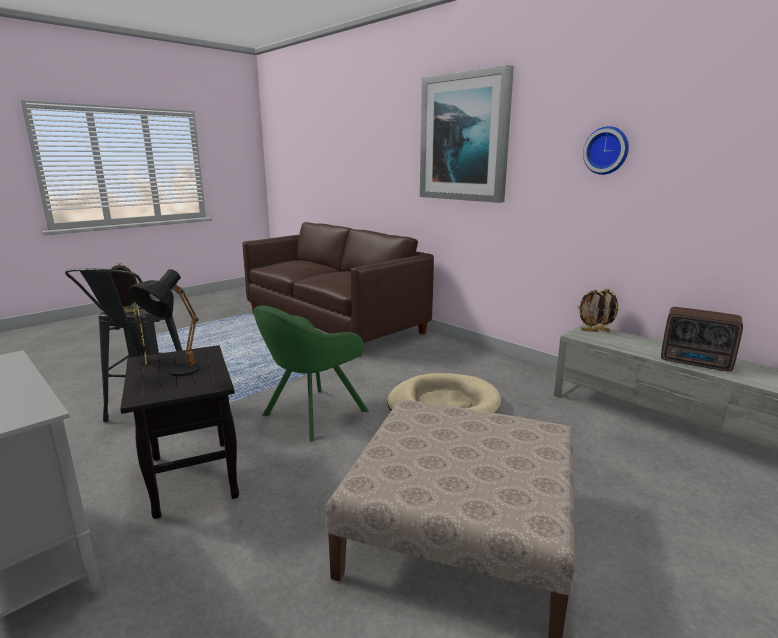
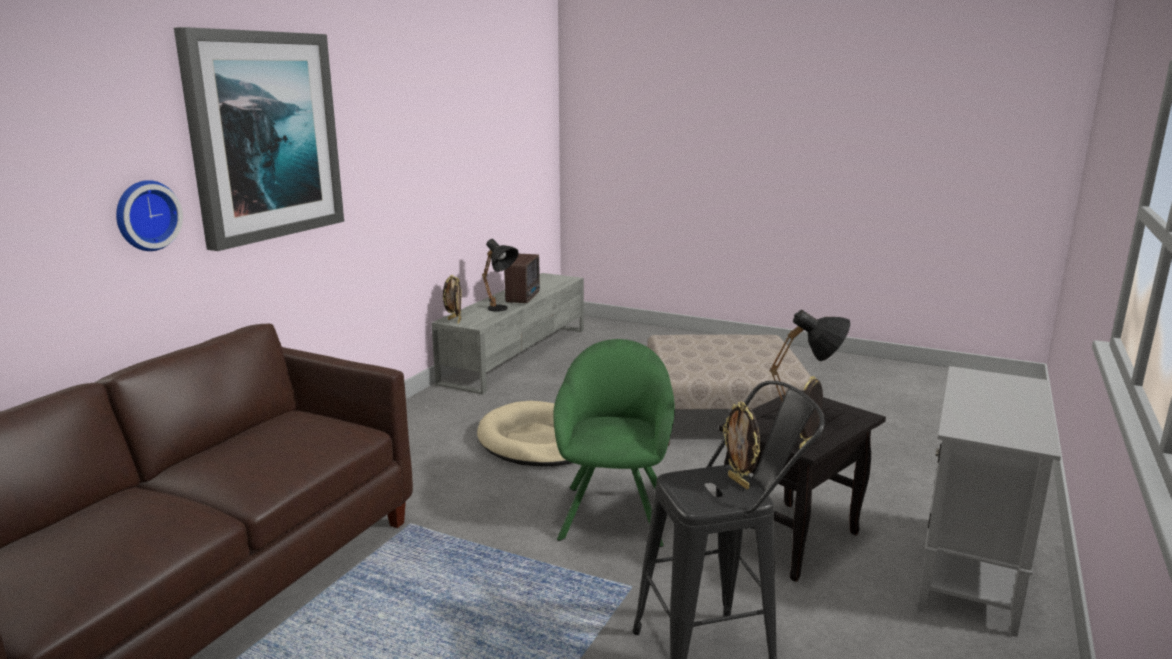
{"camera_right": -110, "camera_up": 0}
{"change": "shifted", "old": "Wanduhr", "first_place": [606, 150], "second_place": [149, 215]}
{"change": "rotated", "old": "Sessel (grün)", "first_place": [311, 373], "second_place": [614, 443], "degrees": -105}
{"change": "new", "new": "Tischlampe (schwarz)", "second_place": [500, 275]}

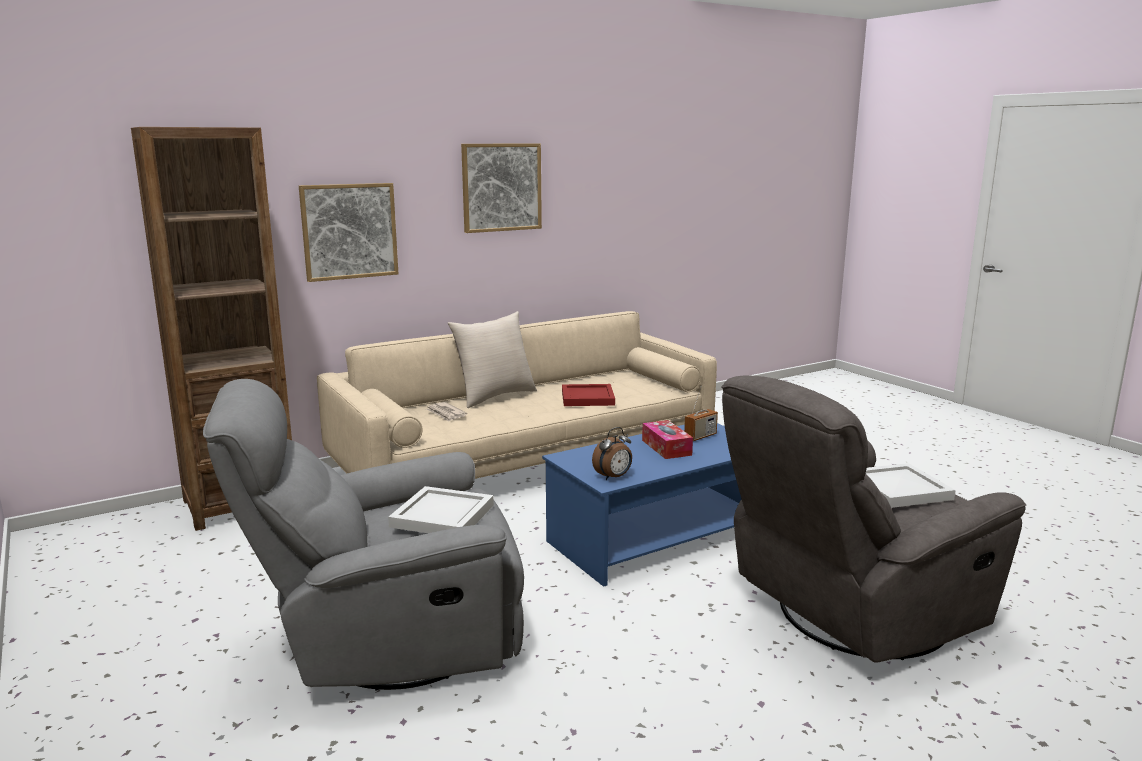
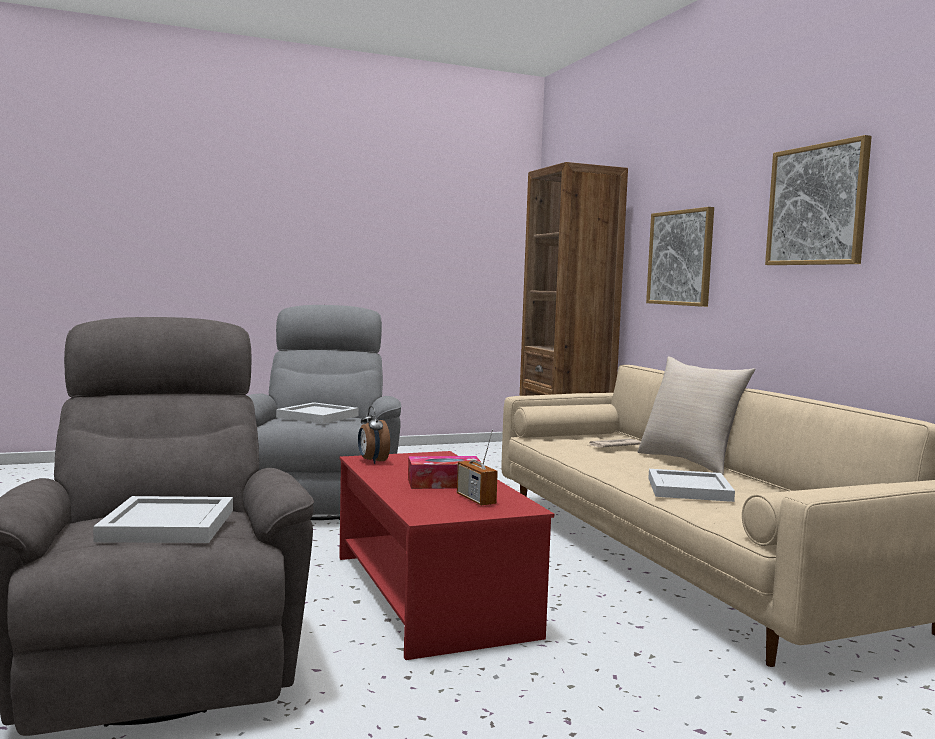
{"camera_right": 100, "camera_up": -10}
{"change": "repainted", "old": "Tablett (rot)", "new": "Tablett (weiß)", "first_place": [588, 395], "second_place": [691, 485]}
{"change": "repainted", "old": "Couchtisch (blau)", "new": "Couchtisch (rot)", "first_place": [641, 505], "second_place": [446, 555]}

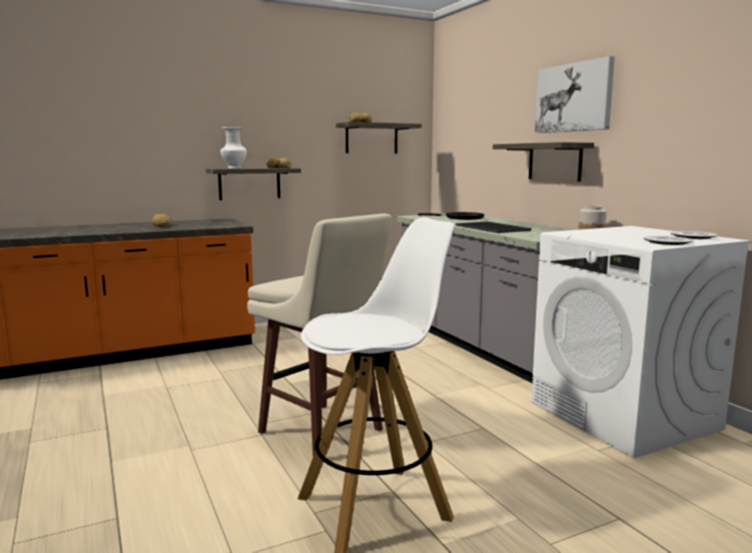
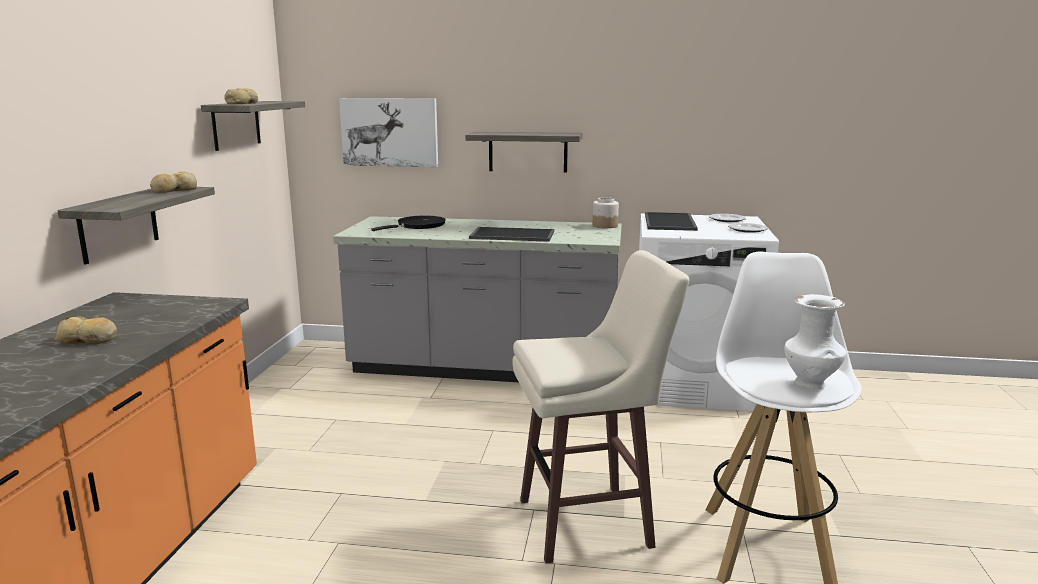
{"camera_right": -55, "camera_up": 5}
{"change": "shifted", "old": "Bild", "first_place": [575, 94], "second_place": [388, 132]}
{"change": "shifted", "old": "Vase (weiß)", "first_place": [233, 147], "second_place": [815, 341]}
{"change": "new", "new": "Tablett", "second_place": [671, 221]}

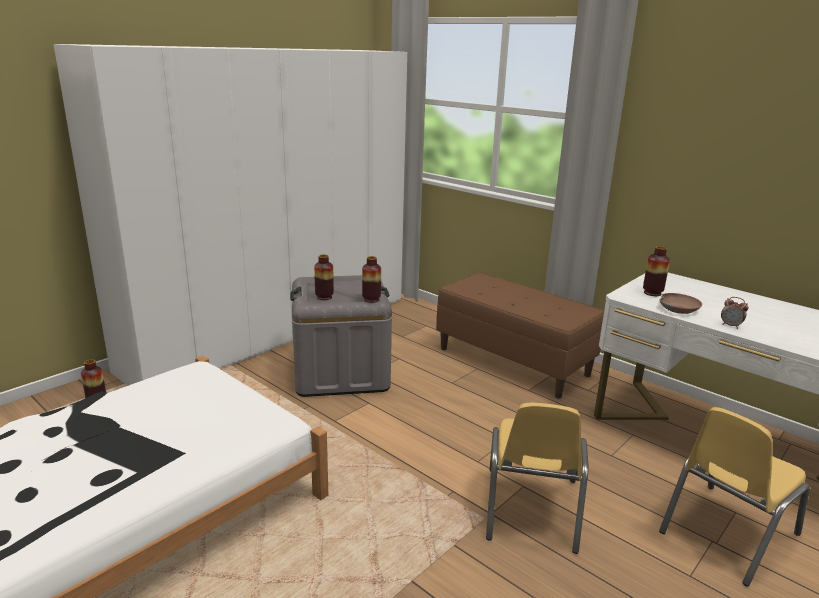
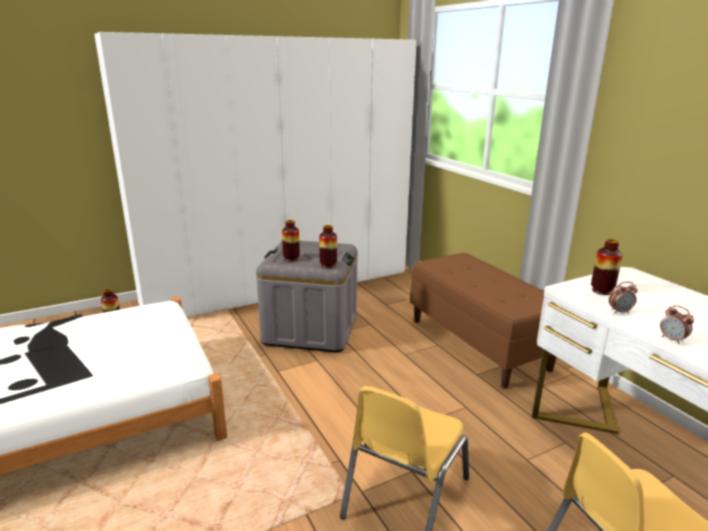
{"camera_right": 20, "camera_up": 0}
{"change": "swapped", "old": "Schüssel (braun)", "new": "Wecker", "first_place": [680, 303], "second_place": [623, 298]}

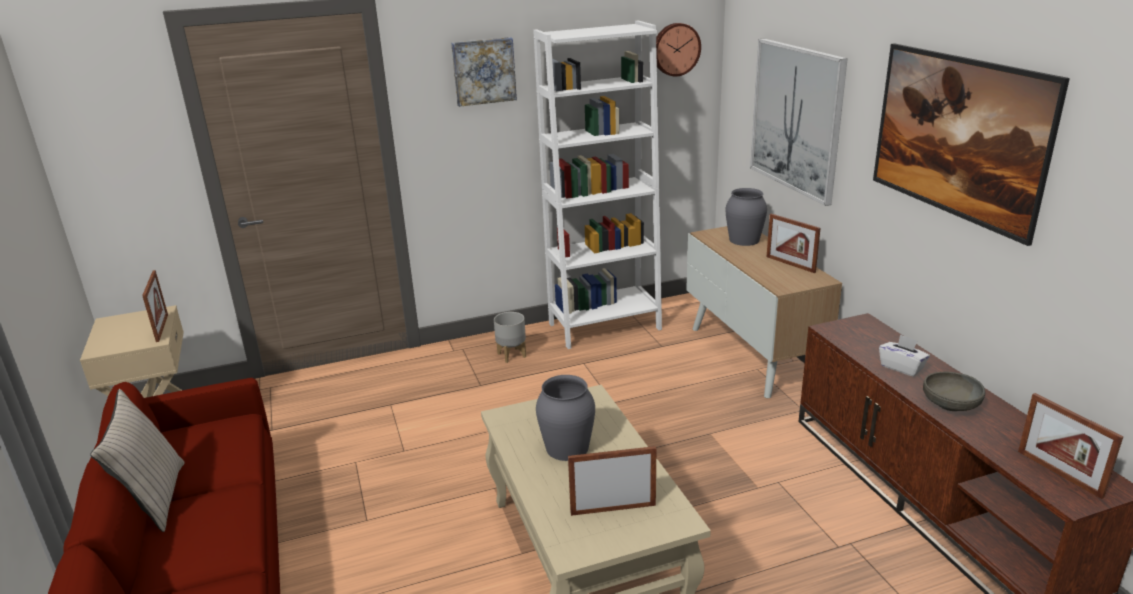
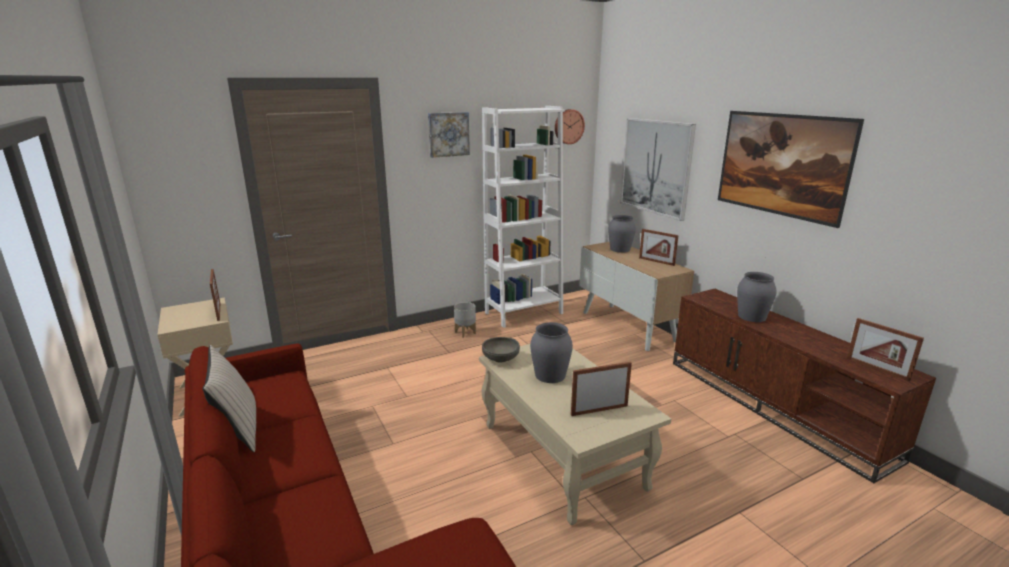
{"camera_right": -10, "camera_up": -5}
{"change": "swapped", "old": "Taschentuchbox (weiß)", "new": "Vase (grau)", "first_place": [904, 355], "second_place": [757, 297]}
{"change": "shifted", "old": "Schüssel (grau)", "first_place": [954, 391], "second_place": [501, 350]}

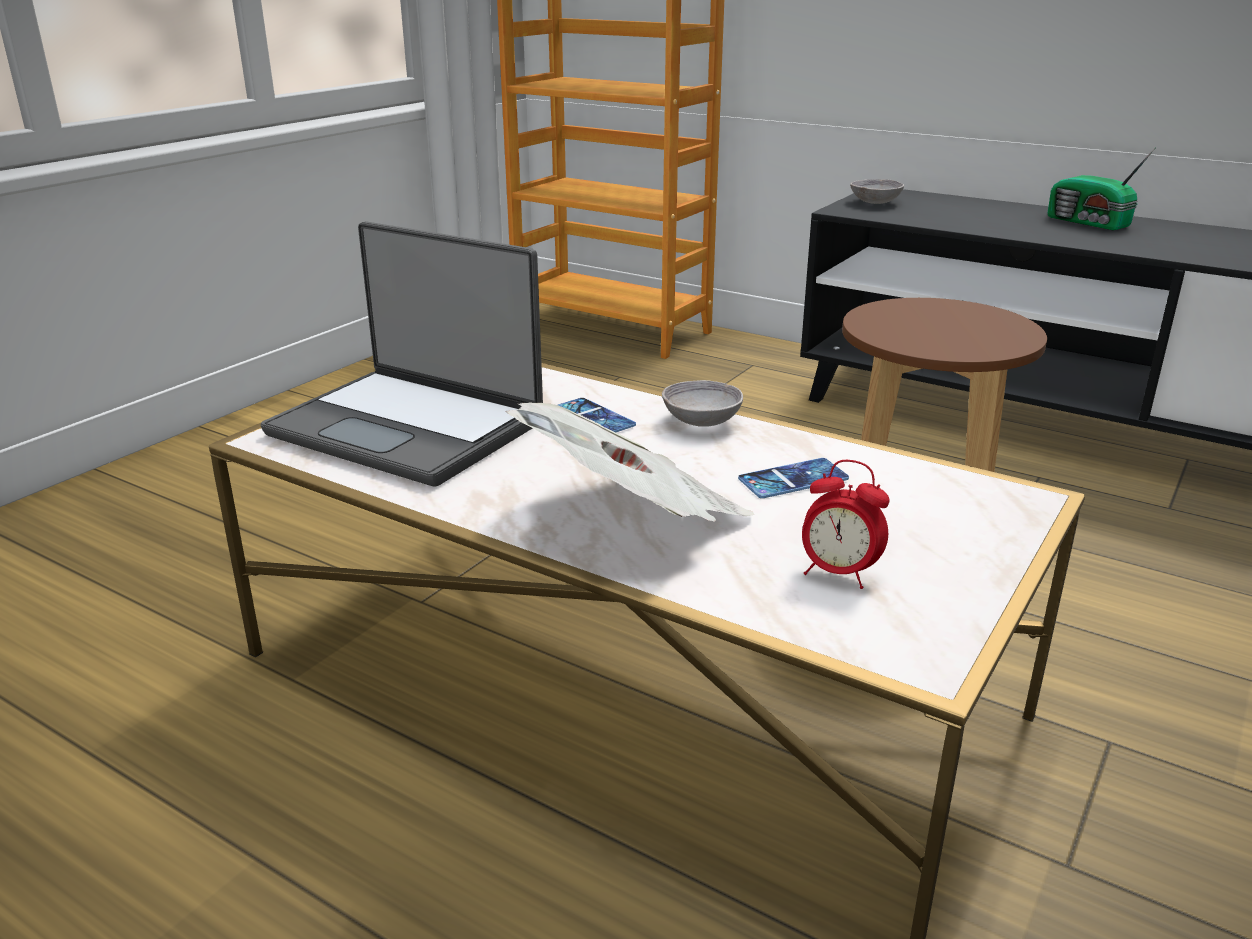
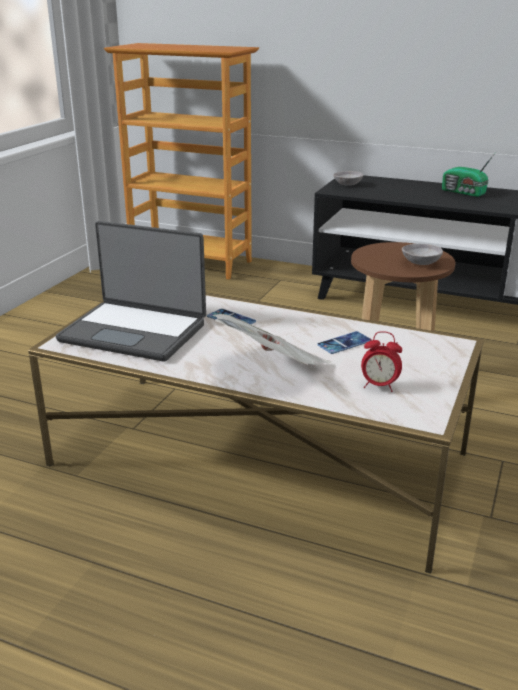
{"camera_right": -10, "camera_up": 0}
{"change": "shifted", "old": "Schüssel (grau)", "first_place": [702, 403], "second_place": [422, 254]}

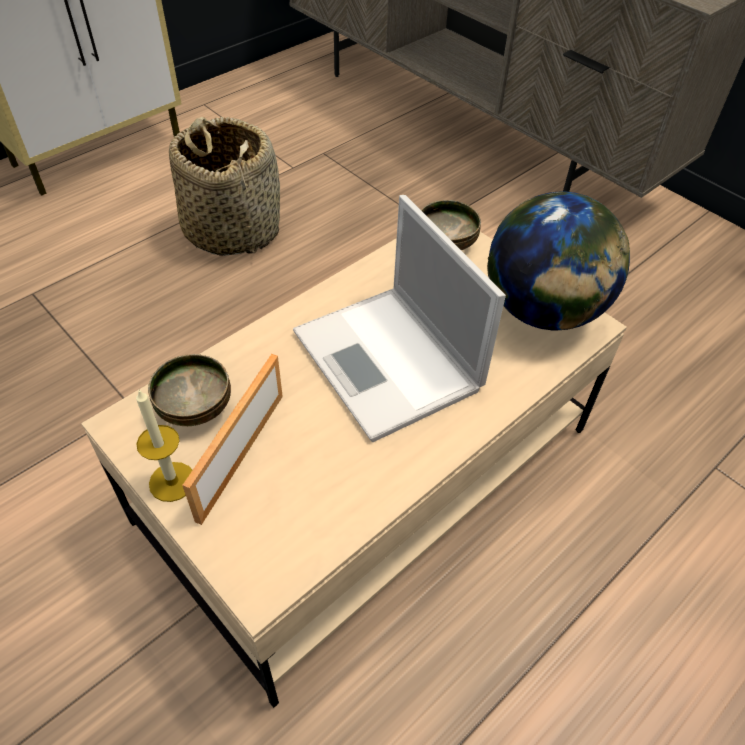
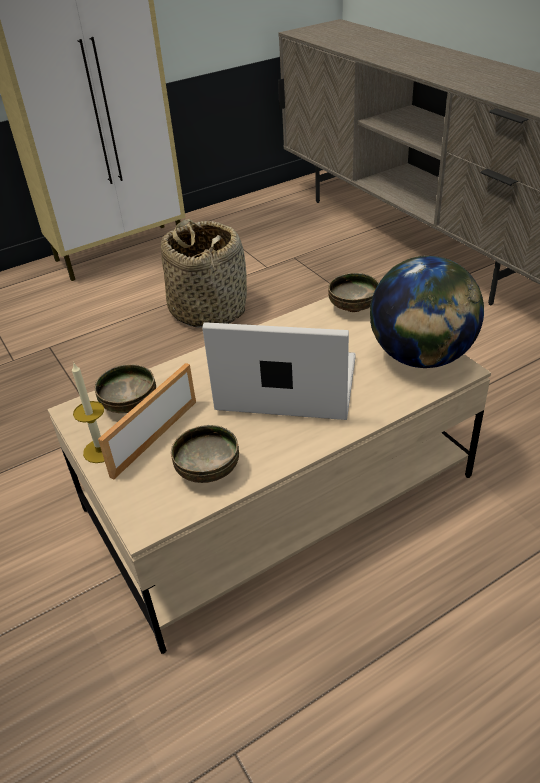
{"camera_right": 15, "camera_up": -10}
{"change": "rotated", "old": "Laptop", "first_place": [399, 318], "second_place": [279, 371], "degrees": 120}
{"change": "new", "new": "Schüssel", "second_place": [205, 454]}

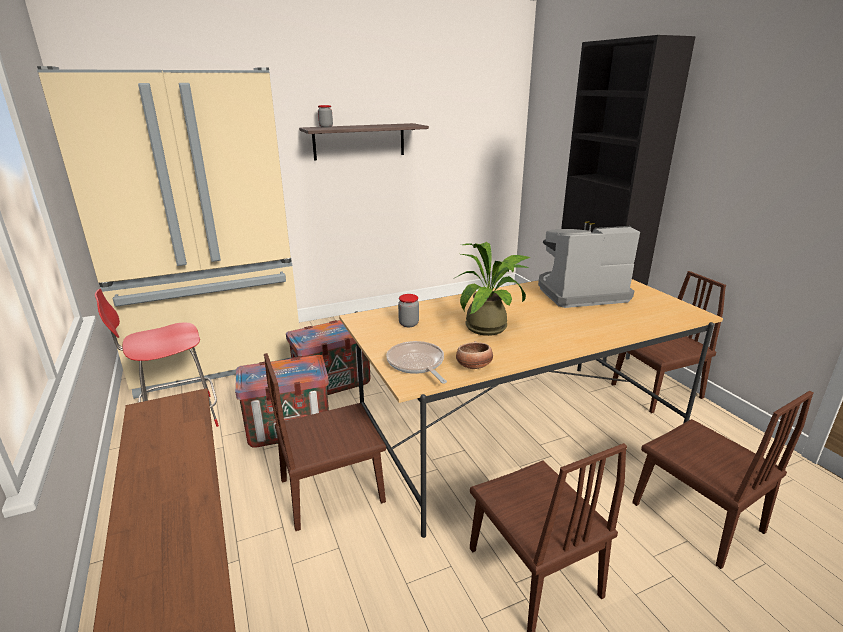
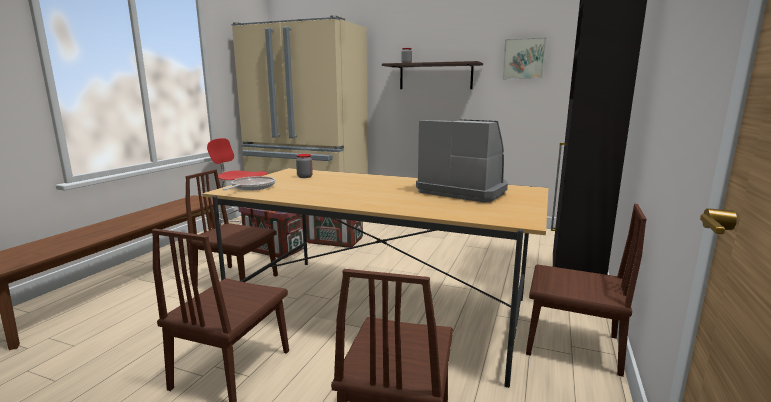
{"camera_right": 45, "camera_up": -10}
{"change": "gone", "old": "Topfpflanze", "first_place": [493, 289]}
{"change": "gone", "old": "Schüssel", "first_place": [474, 355]}
{"change": "new", "new": "Bild", "second_place": [524, 58]}

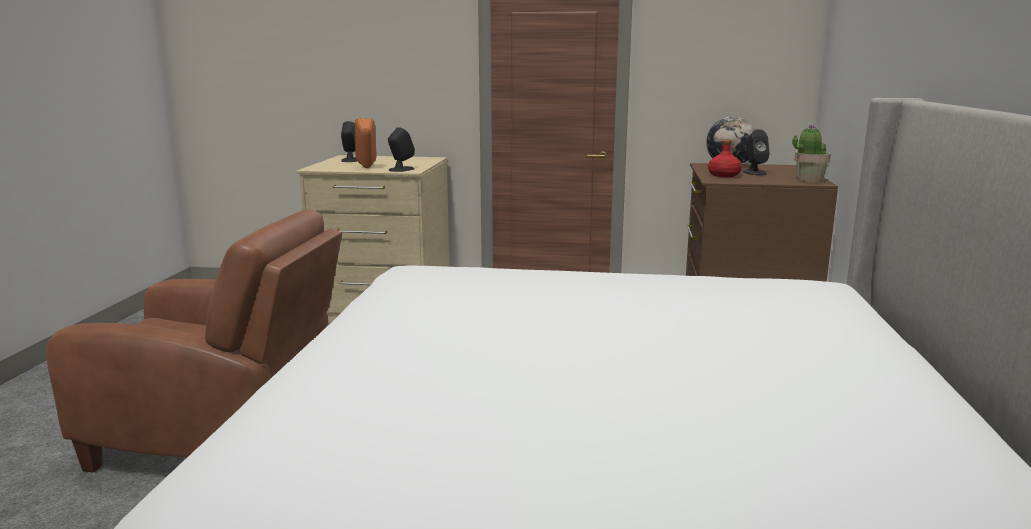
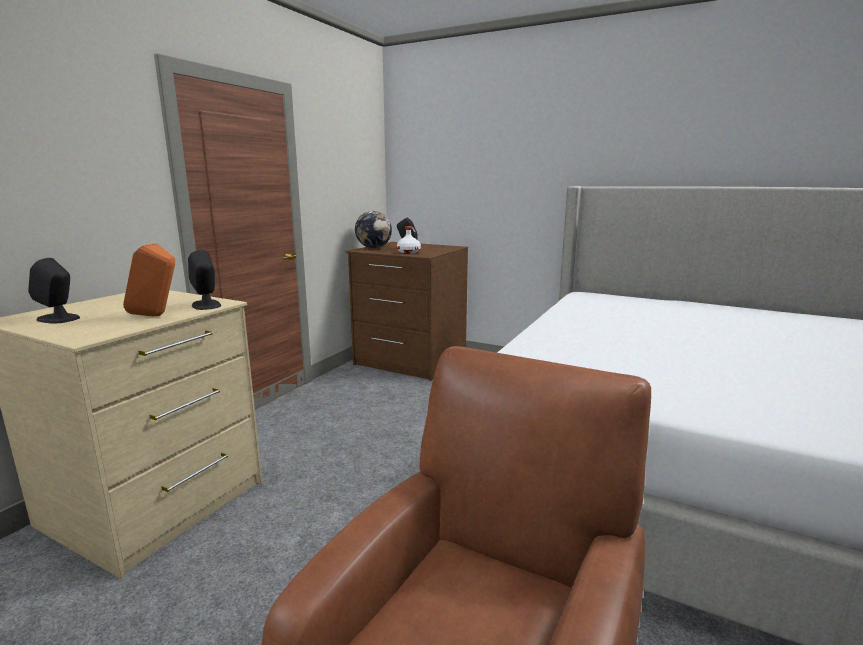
{"camera_right": -70, "camera_up": 0}
{"change": "gone", "old": "Topfpflanze", "first_place": [811, 153]}
{"change": "repainted", "old": "Flasche (rot)", "new": "Flasche (weiß)", "first_place": [725, 158], "second_place": [409, 240]}

